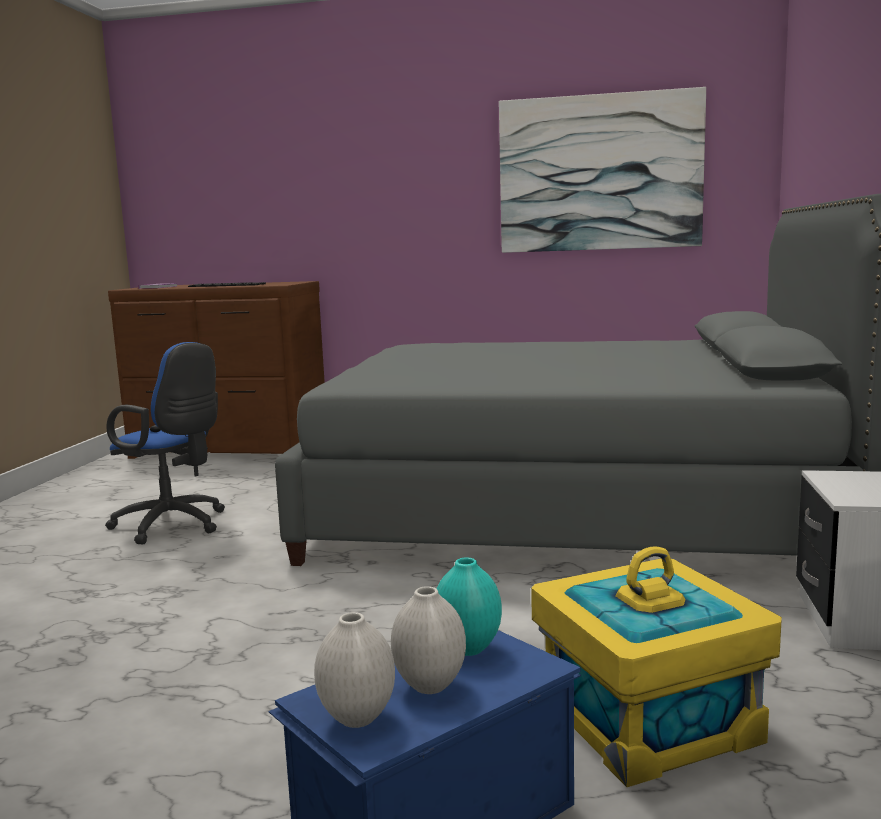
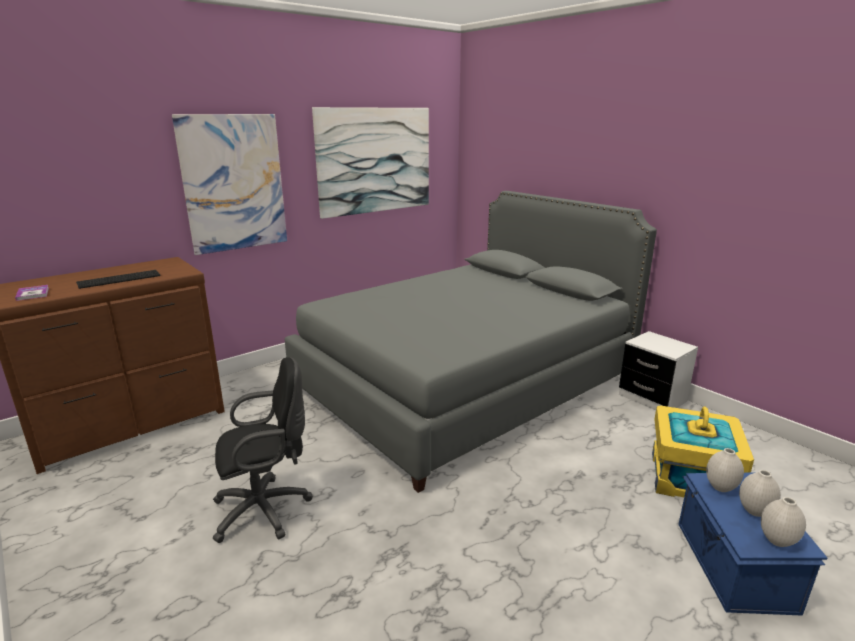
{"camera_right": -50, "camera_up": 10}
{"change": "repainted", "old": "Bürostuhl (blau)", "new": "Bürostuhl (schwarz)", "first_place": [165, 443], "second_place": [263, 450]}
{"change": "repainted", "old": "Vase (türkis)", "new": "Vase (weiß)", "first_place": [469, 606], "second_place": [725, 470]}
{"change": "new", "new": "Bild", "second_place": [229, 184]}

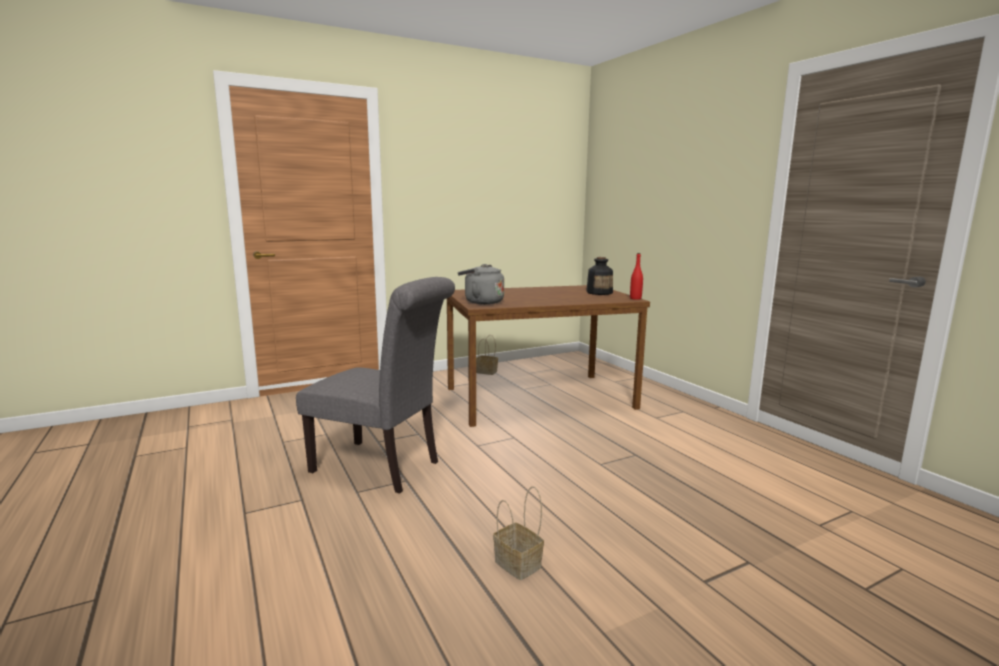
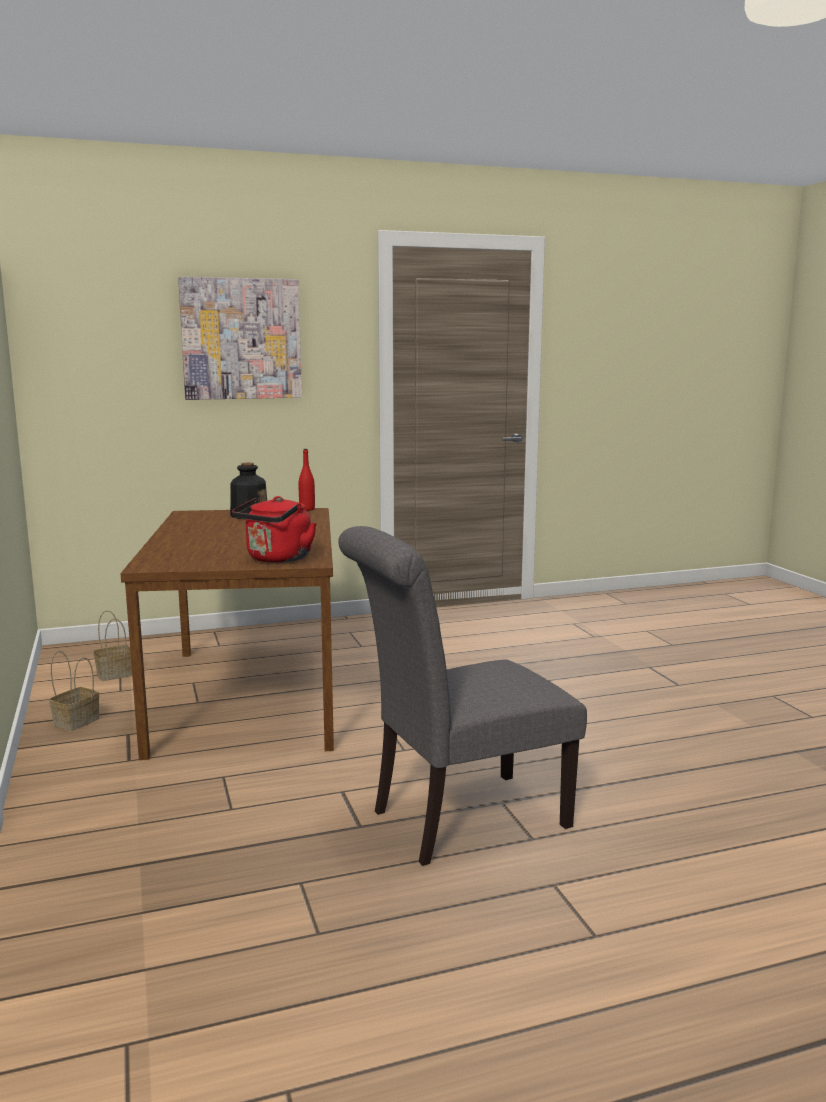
{"camera_right": -80, "camera_up": 0}
{"change": "repainted", "old": "Wasserkessel (grau)", "new": "Wasserkessel (rot)", "first_place": [481, 284], "second_place": [274, 529]}
{"change": "rotated", "old": "Stuhl (grau)", "first_place": [375, 385], "second_place": [462, 696], "degrees": -150}
{"change": "shifted", "old": "Korb", "first_place": [518, 533], "second_place": [113, 645]}
{"change": "new", "new": "Bild", "second_place": [240, 338]}

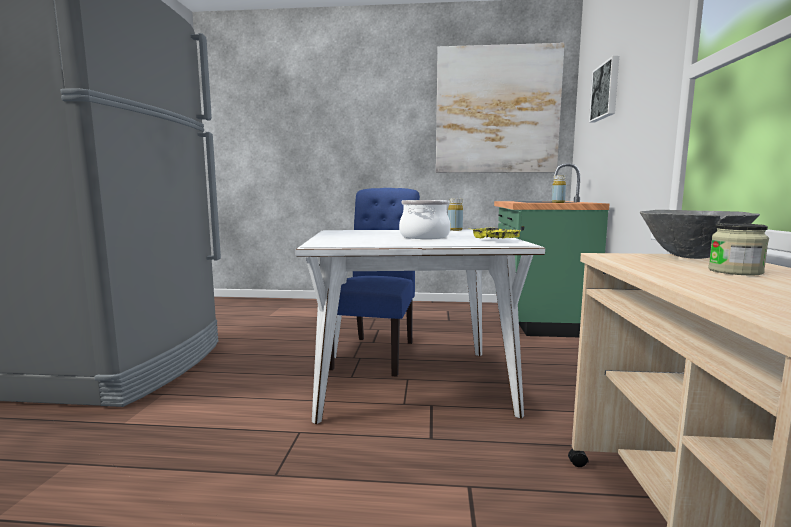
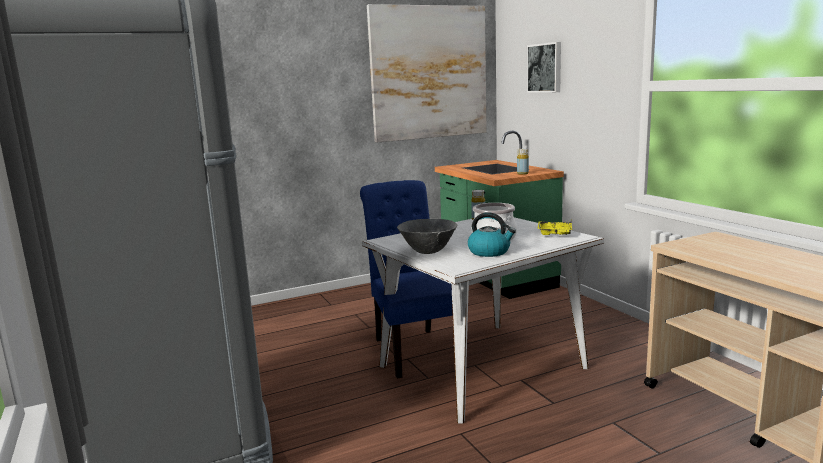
{"camera_right": -30, "camera_up": 5}
{"change": "shifted", "old": "Schüssel (grau)", "first_place": [699, 234], "second_place": [427, 236]}
{"change": "gone", "old": "Vorratsglas", "first_place": [738, 249]}
{"change": "new", "new": "Wasserkessel", "second_place": [492, 234]}

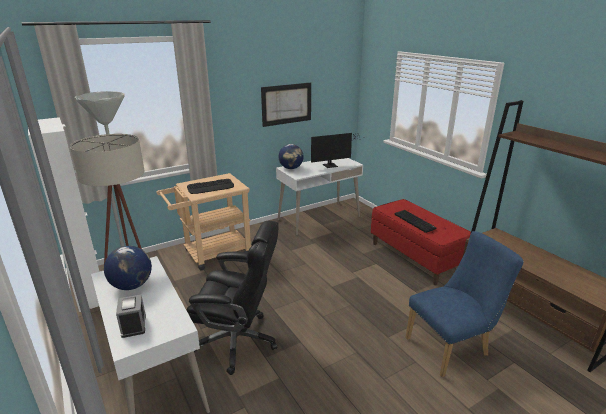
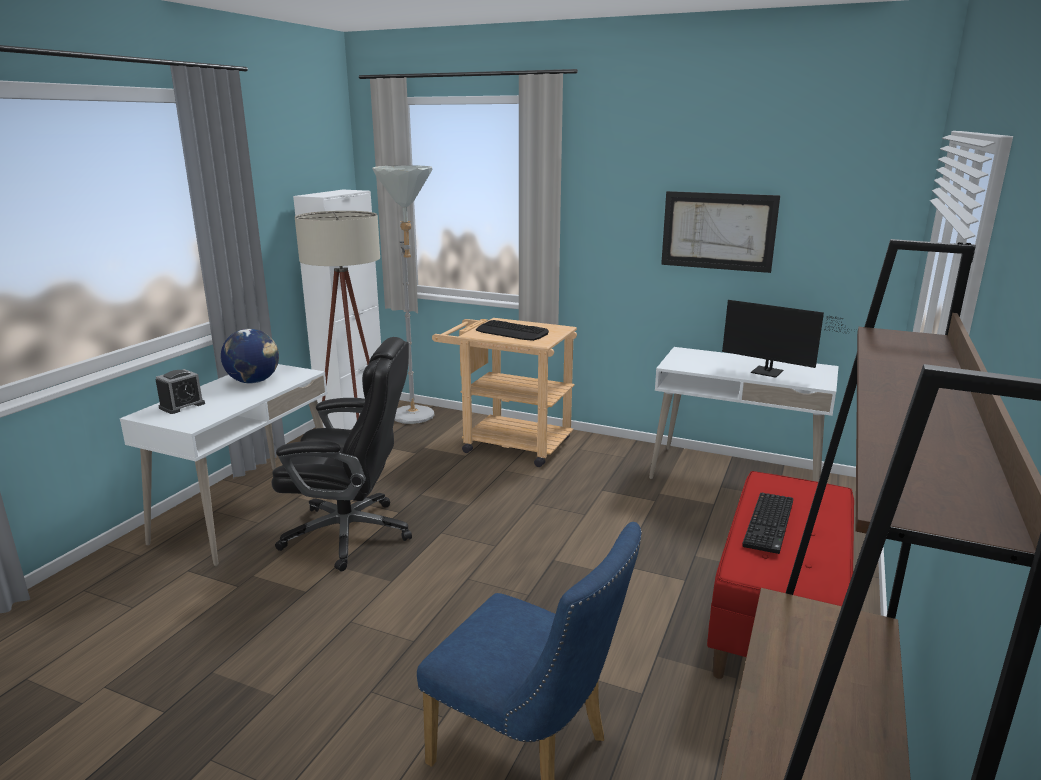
{"camera_right": 55, "camera_up": -5}
{"change": "gone", "old": "Globus", "first_place": [291, 156]}
{"change": "rotated", "old": "Bürostuhl (schwarz)", "first_place": [233, 298], "second_place": [342, 454], "degrees": -60}

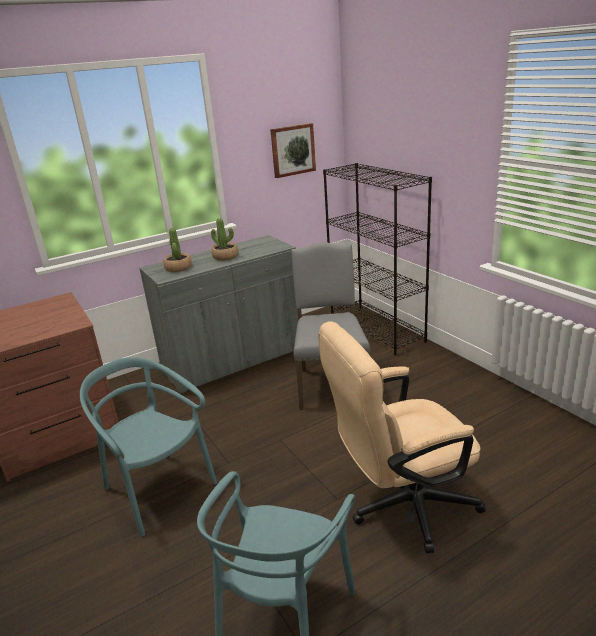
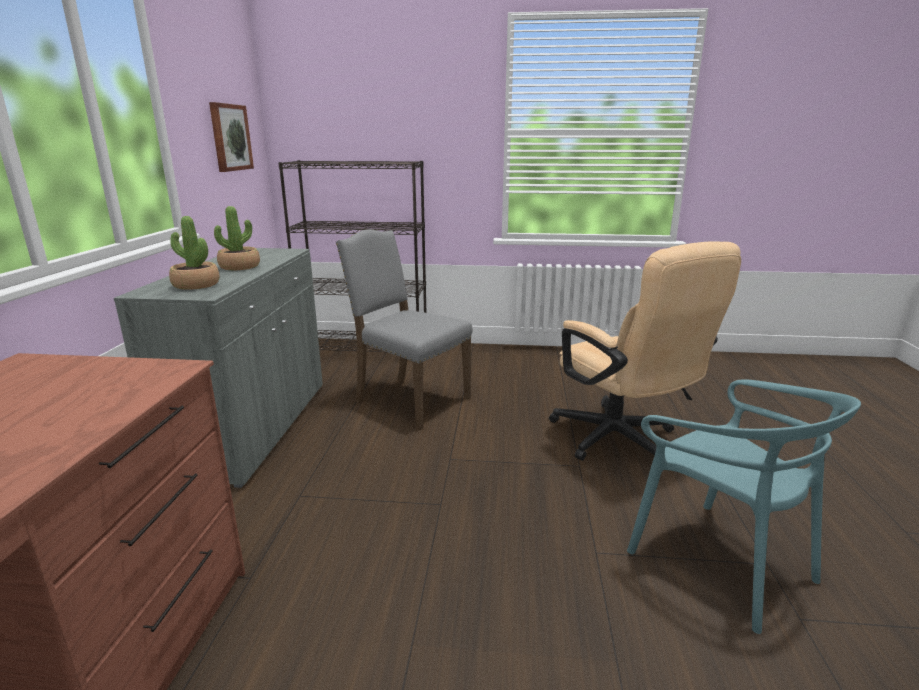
{"camera_right": -55, "camera_up": -5}
{"change": "rotated", "old": "Bürostuhl (beige)", "first_place": [402, 437], "second_place": [645, 351], "degrees": -45}
{"change": "gone", "old": "Stuhl (türkis)", "first_place": [149, 446]}

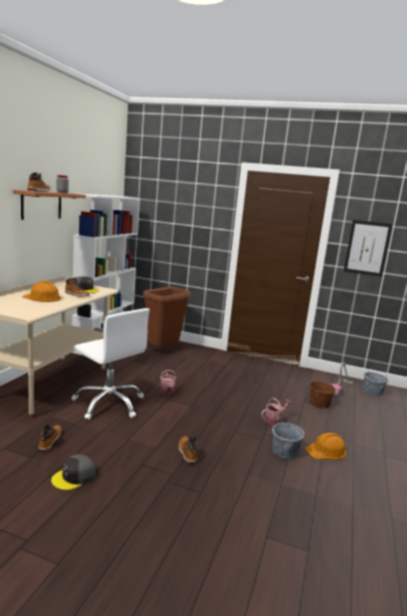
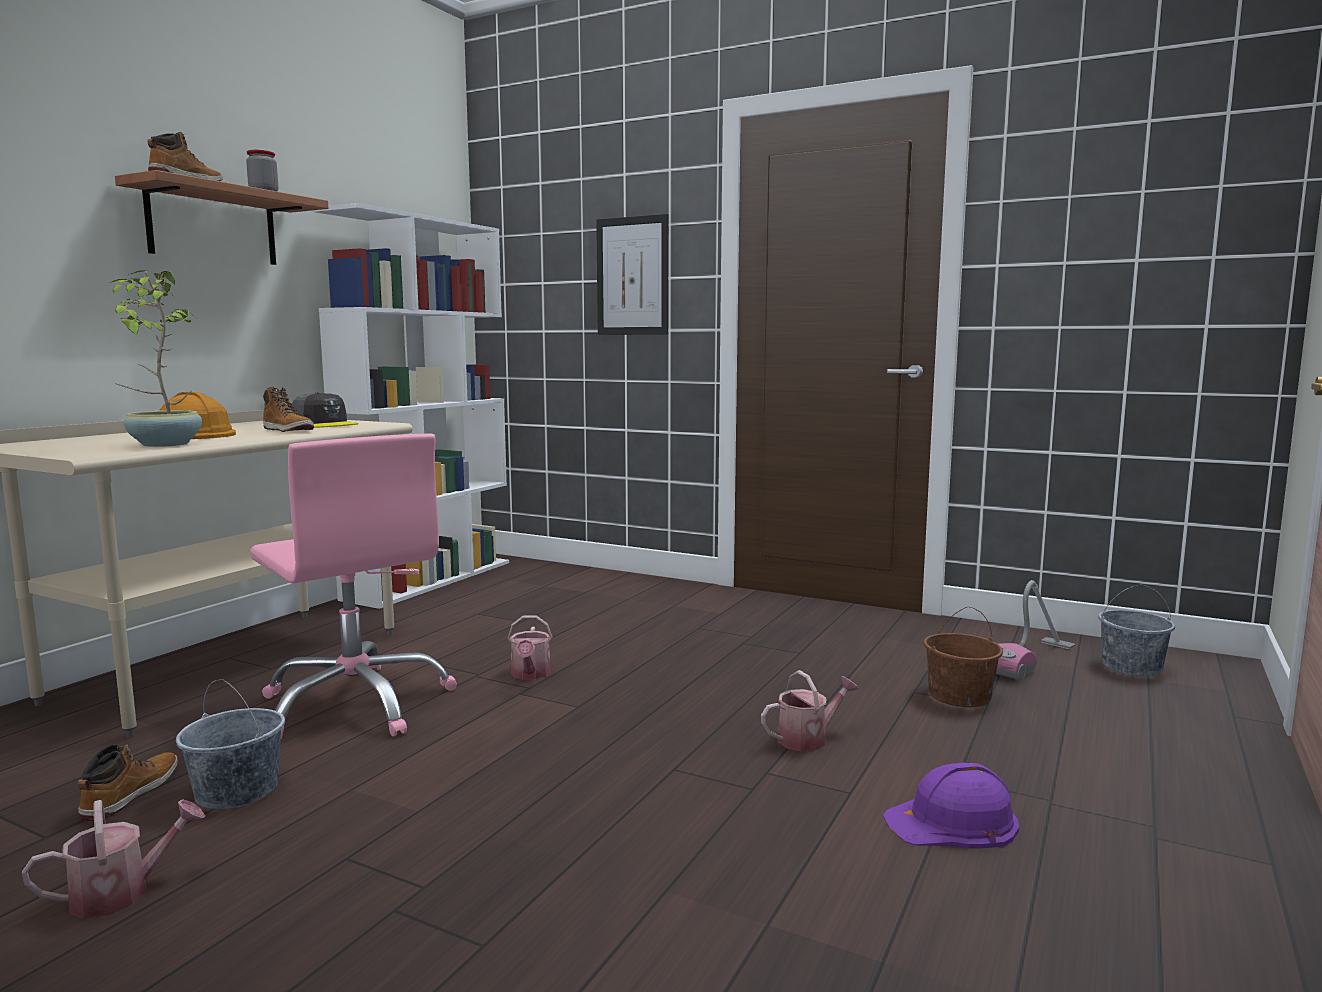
{"camera_right": 10, "camera_up": -5}
{"change": "shifted", "old": "Bild", "first_place": [368, 248], "second_place": [632, 274]}
{"change": "gone", "old": "Mülleimer (braun)", "first_place": [167, 317]}
{"change": "repainted", "old": "Bürostuhl (weiß)", "new": "Bürostuhl (rosa)", "first_place": [111, 364], "second_place": [353, 585]}
{"change": "shifted", "old": "Eimer (grau)", "first_place": [288, 437], "second_place": [230, 744]}
{"change": "repainted", "old": "Schutzhelm (orange)", "new": "Schutzhelm (lila)", "first_place": [325, 446], "second_place": [950, 806]}
{"change": "gone", "old": "Stiefel", "first_place": [188, 450]}
{"change": "swapped", "old": "Kappe (grau)", "new": "Gießkanne", "first_place": [73, 472], "second_place": [113, 858]}
{"change": "new", "new": "Topfpflanze", "second_place": [155, 358]}

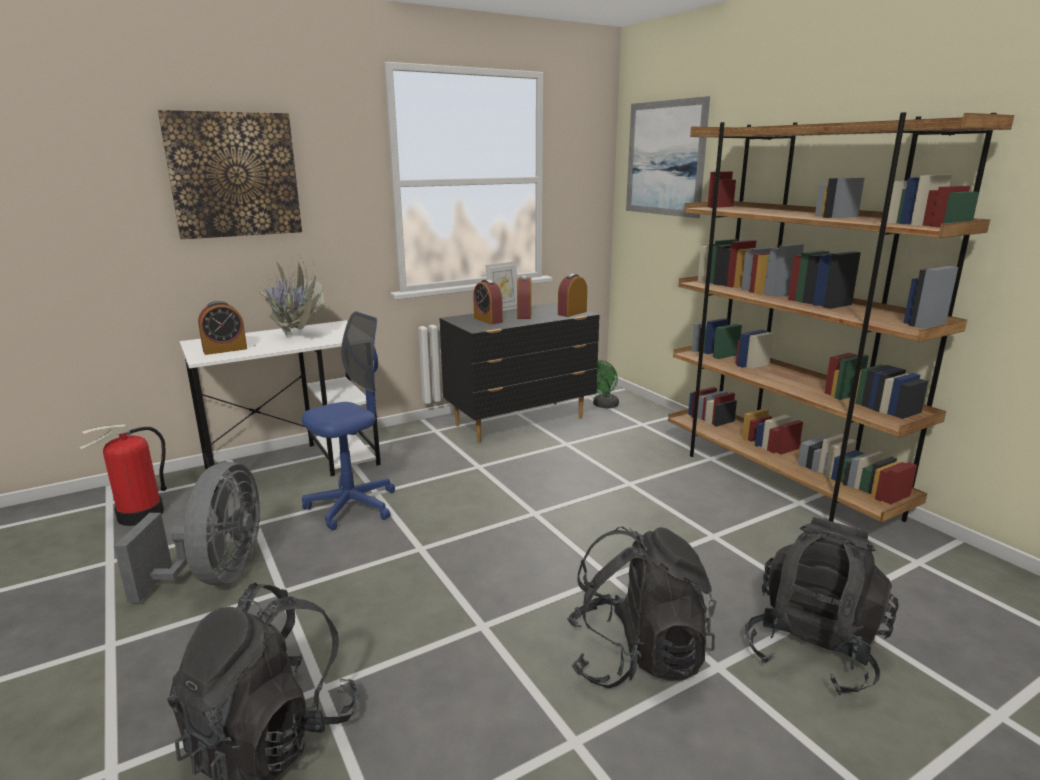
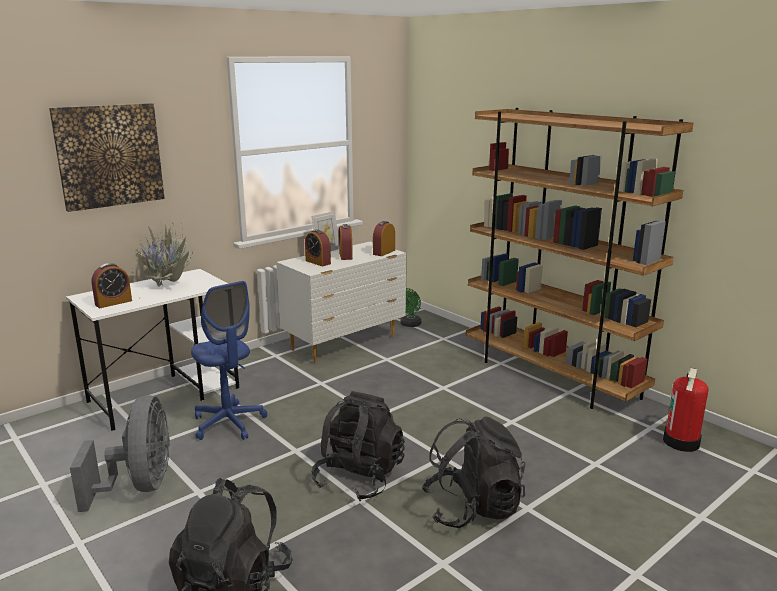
{"camera_right": -10, "camera_up": 0}
{"change": "gone", "old": "Bild", "first_place": [668, 157]}
{"change": "repainted", "old": "Kommode (schwarz)", "new": "Kommode (weiß)", "first_place": [520, 372], "second_place": [341, 303]}
{"change": "rotated", "old": "Bürostuhl (blau)", "first_place": [348, 421], "second_place": [229, 360], "degrees": 105}
{"change": "shifted", "old": "Feuerlöscher", "first_place": [123, 475], "second_place": [685, 410]}
{"change": "shifted", "old": "Rucksack (schwarz)", "first_place": [822, 606], "second_place": [358, 446]}

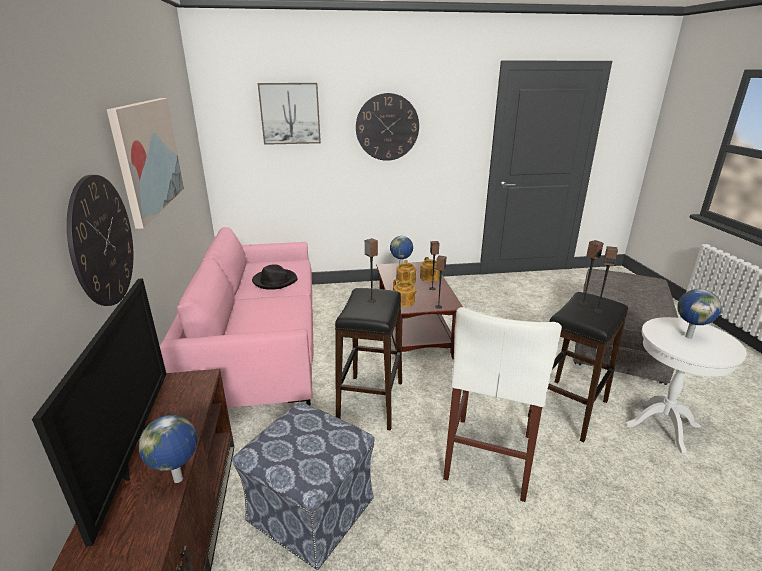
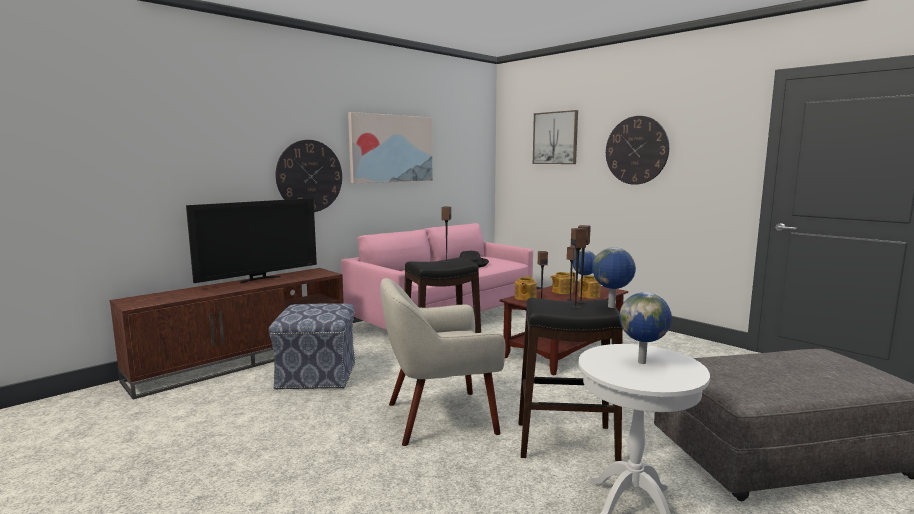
{"camera_right": 55, "camera_up": -15}
{"change": "swapped", "old": "Hocker (weiß)", "new": "Sessel (beige)", "first_place": [502, 404], "second_place": [443, 362]}
{"change": "shifted", "old": "Globus", "first_place": [168, 449], "second_place": [614, 277]}

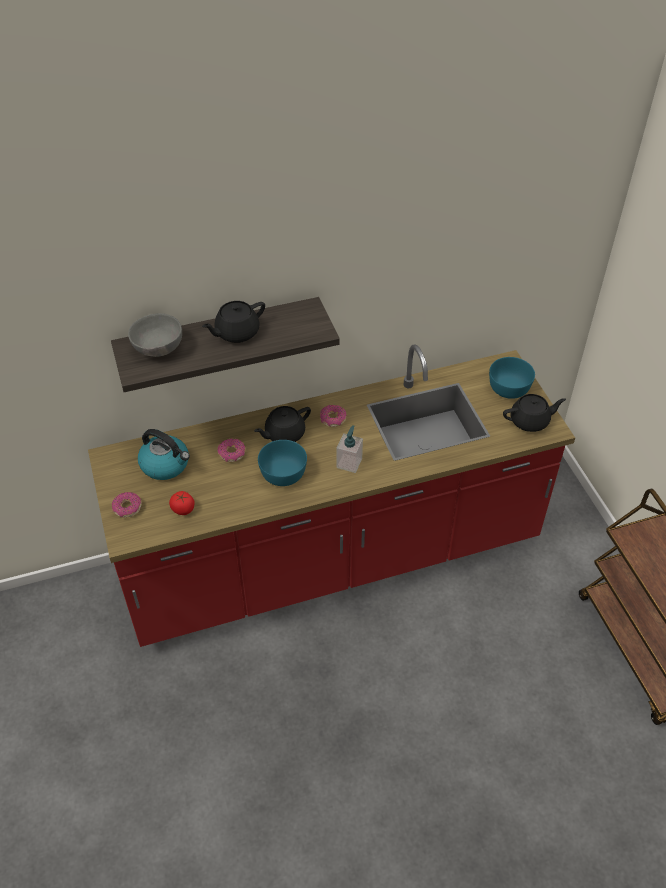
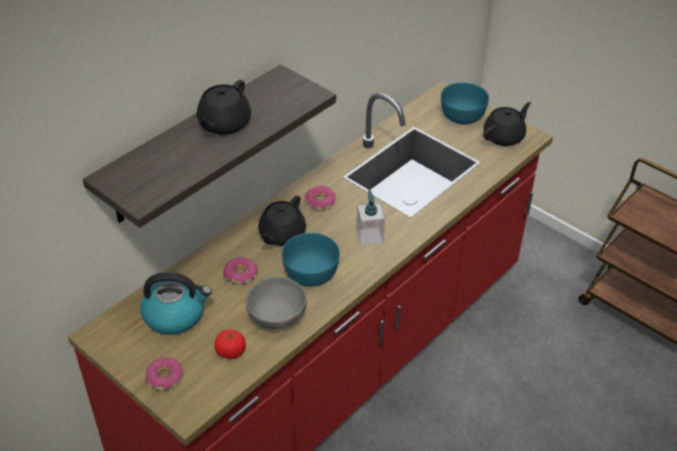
{"camera_right": -30, "camera_up": -5}
{"change": "shifted", "old": "Schüssel (grau)", "first_place": [155, 335], "second_place": [276, 303]}

